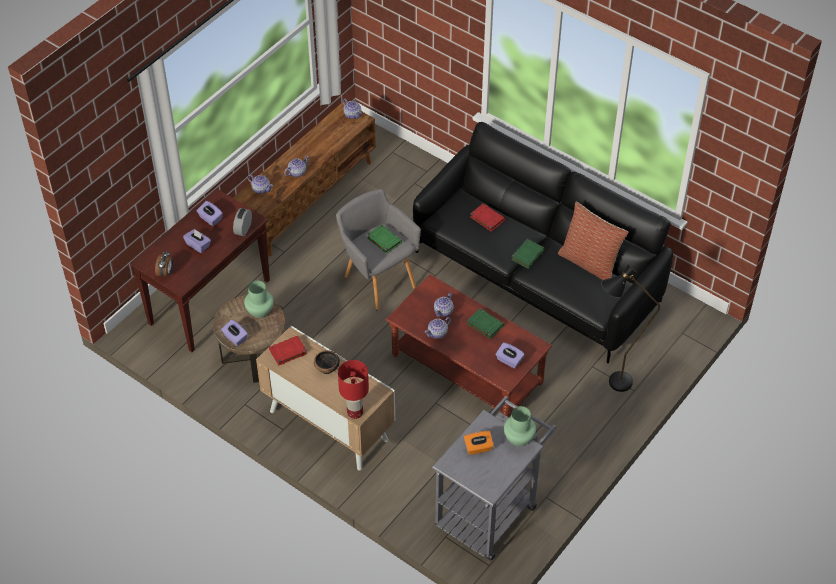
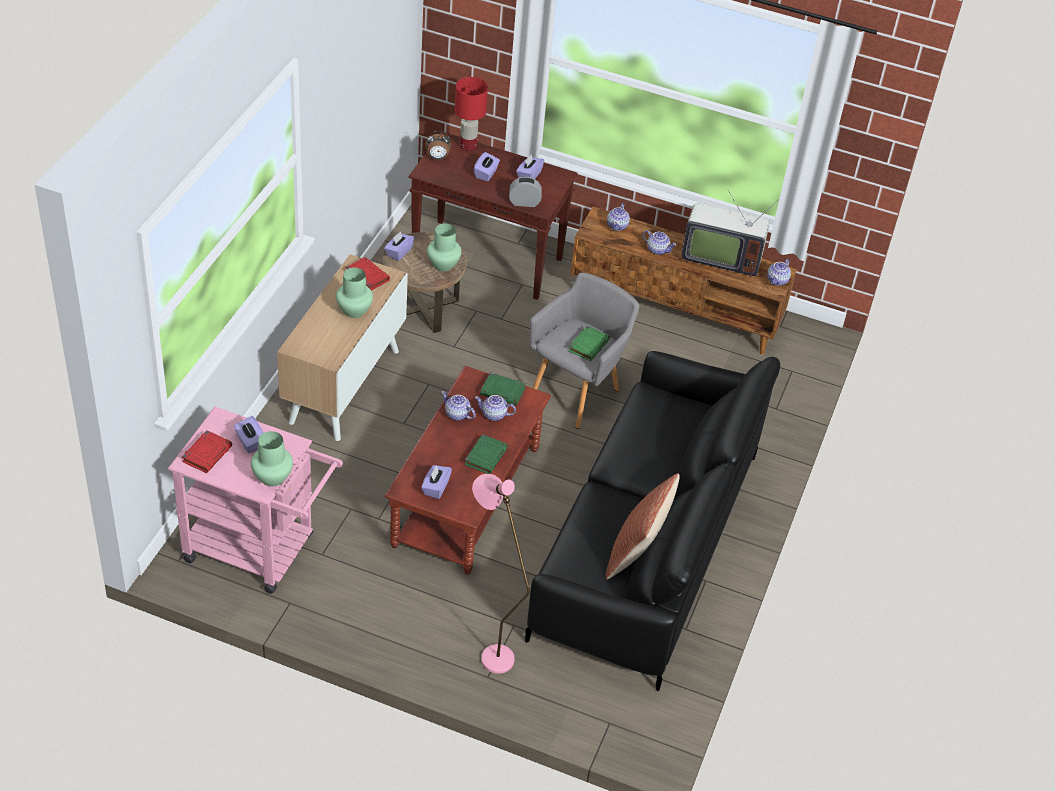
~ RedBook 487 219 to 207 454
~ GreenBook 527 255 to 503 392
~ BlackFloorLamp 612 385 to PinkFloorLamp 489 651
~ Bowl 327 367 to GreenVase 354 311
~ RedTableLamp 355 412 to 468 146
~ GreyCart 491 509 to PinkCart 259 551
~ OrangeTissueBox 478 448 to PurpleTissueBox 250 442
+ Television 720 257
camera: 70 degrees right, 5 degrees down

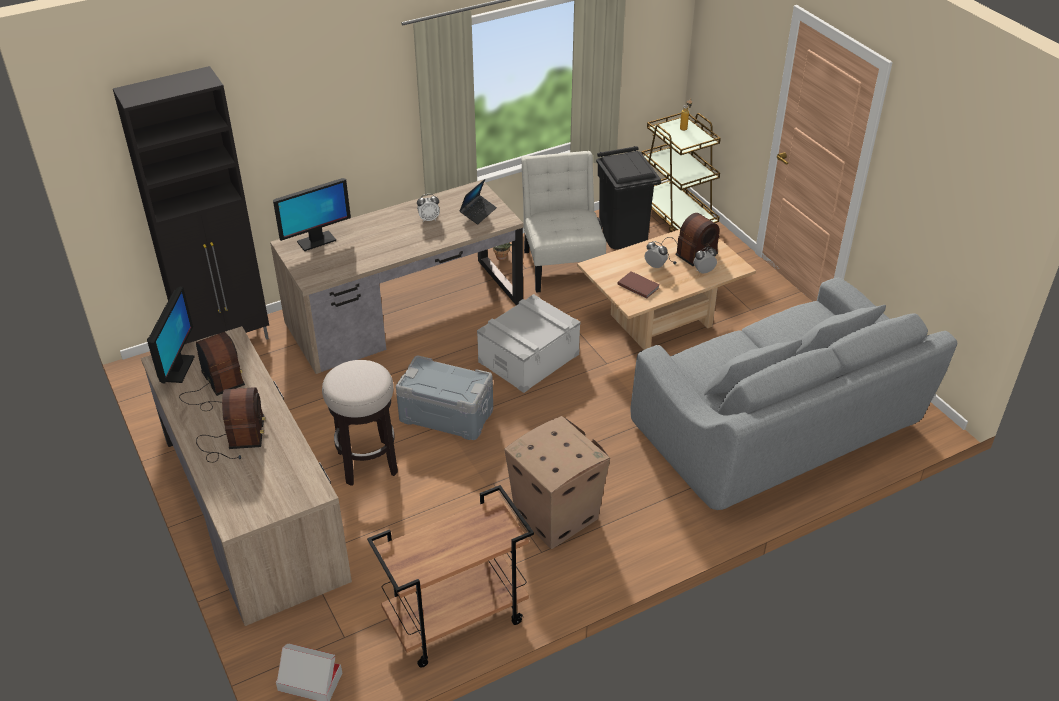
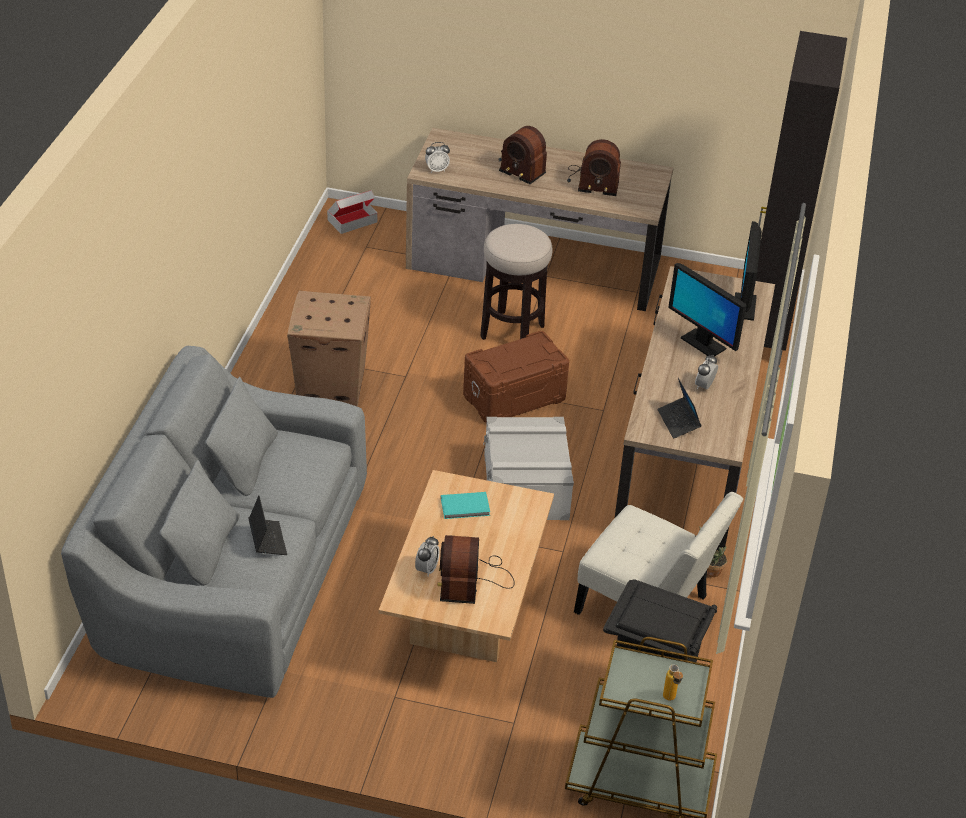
~ AlarmClock 655 266 to 437 170
~ BrownBook 638 285 to TurquoiseBook 466 507
~ Monitor 177 369 to 702 343
~ GreyStorageBox 446 415 to BrownStorageBox 513 397
- BrownCart 455 621
+ Laptop 267 540
camera: 130 degrees right, 0 degrees up

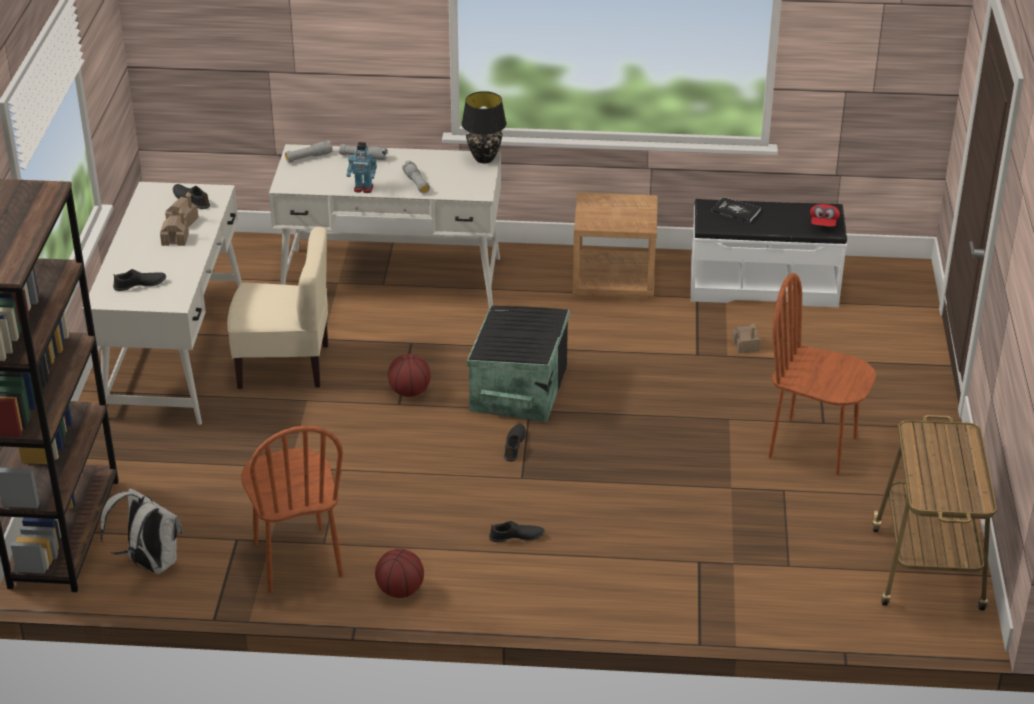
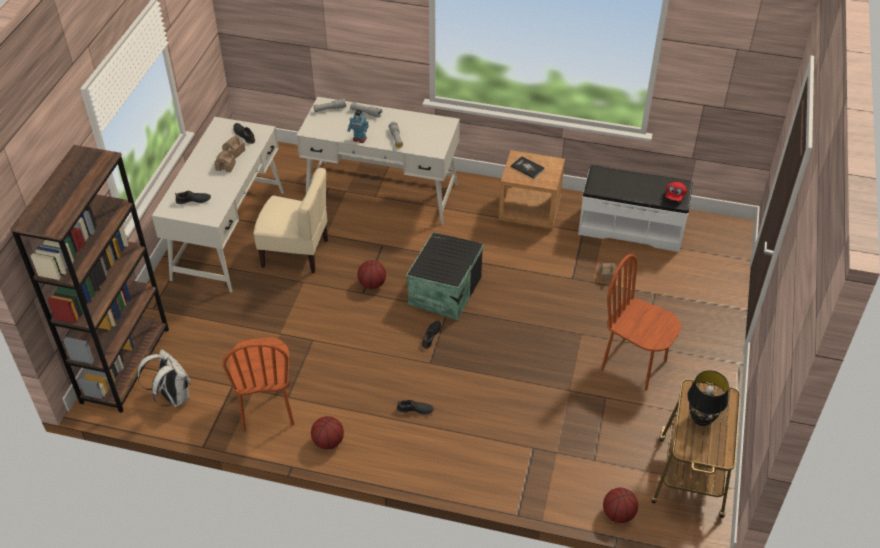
~ BlackTableLamp 484 158 to 701 419
~ Book 736 211 to 527 168
+ Basketball 618 514
camera: 10 degrees right, 10 degrees up

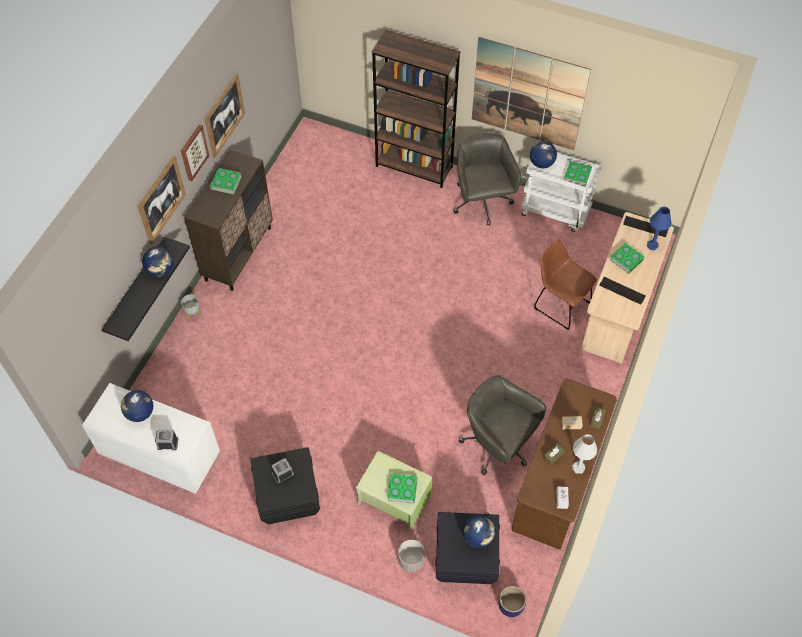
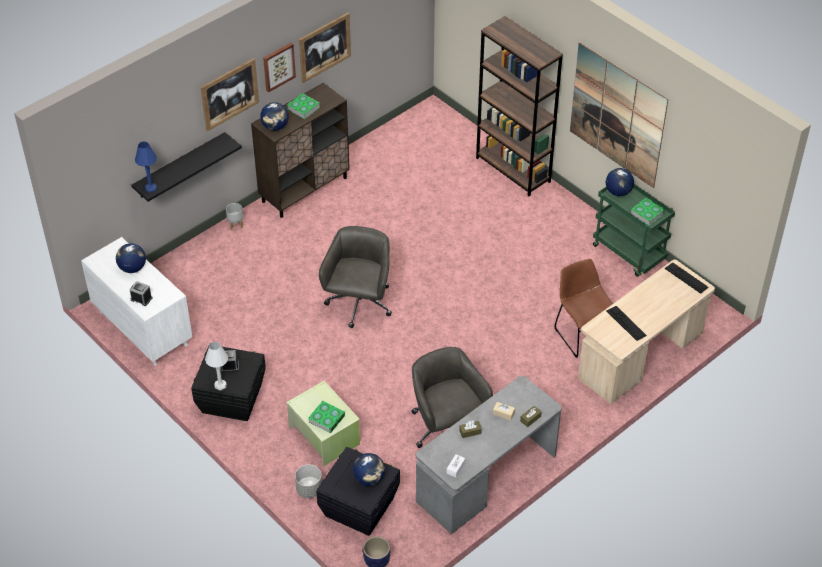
~ GreyOfficeChair 482 203 to 359 304
~ WhiteCart 555 212 to GreenCart 629 253
~ BlueTableLamp 652 245 to 151 188
- Book 626 260
~ Globe 161 270 to 275 127
~ BrownDesk 559 479 to GreyDesk 487 478
~ WhiteTableLamp 578 468 to 220 385
camera: 25 degrees right, 10 degrees down

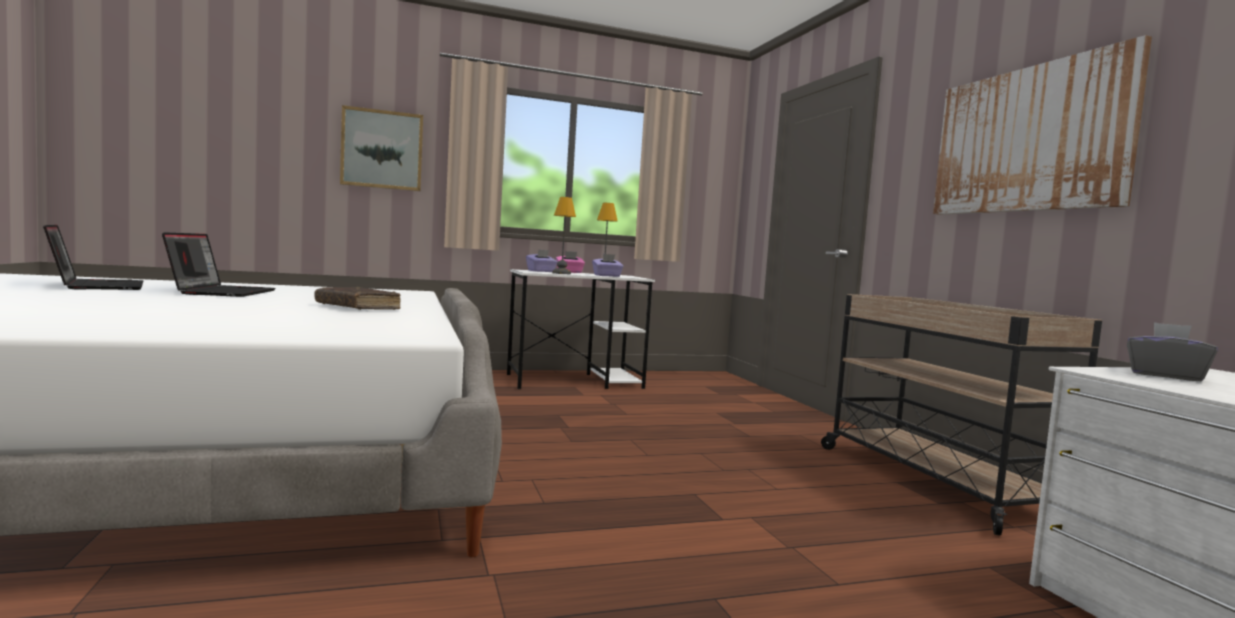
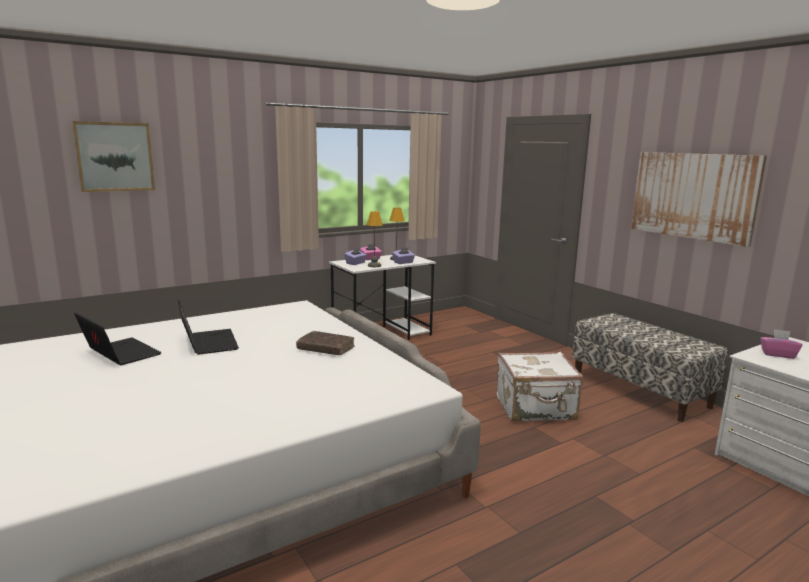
~ Picture 382 149 to 115 157
~ BeigeCart 934 481 to Bench 640 390
~ GreyTissueBox 1165 375 to PinkTissueBox 777 354
+ WhiteSuitcase 536 408
camera: 15 degrees left, 10 degrees up

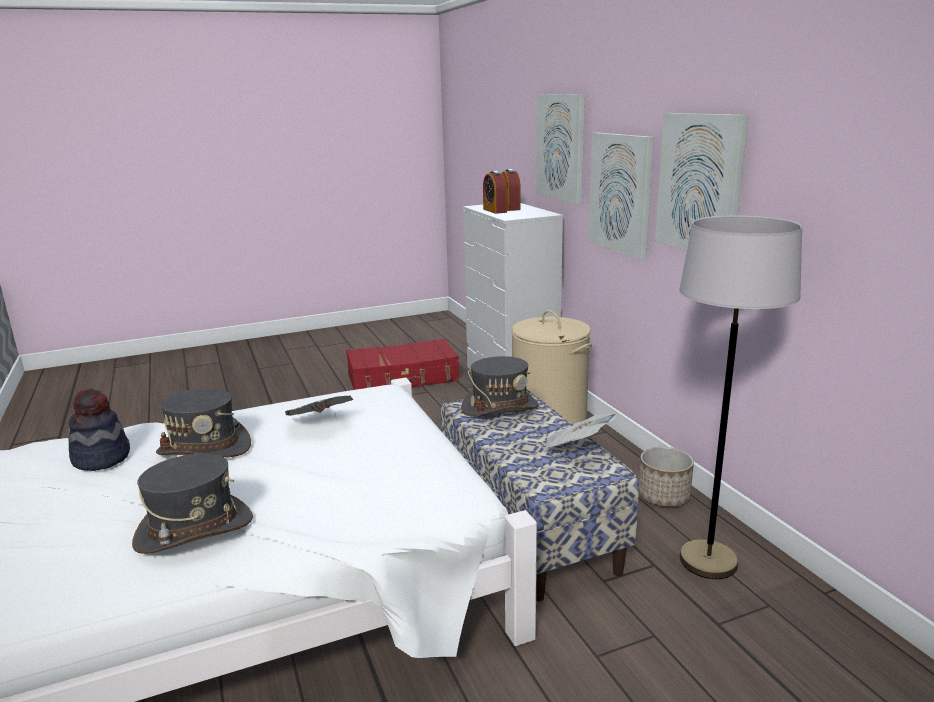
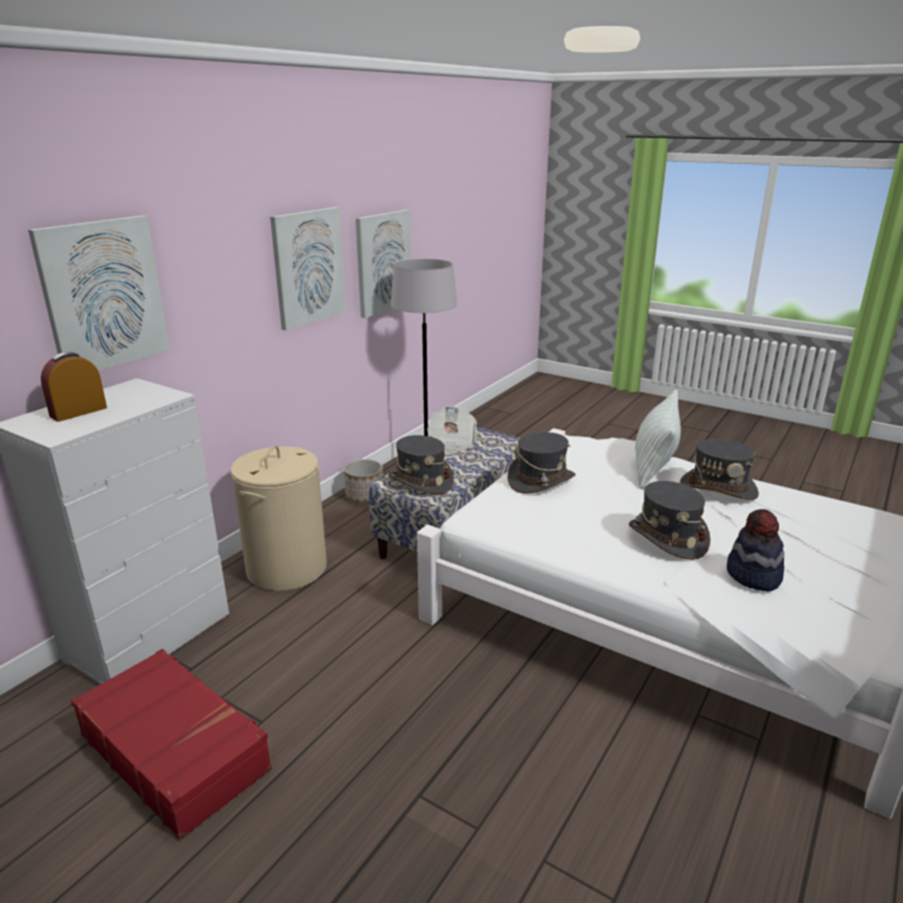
~ Picture 621 193 to 383 262
- AlarmClock 495 210
- Newspaper 320 423
+ Pillow 654 465
+ GreyHat 541 480
camera: 125 degrees left, 5 degrees up

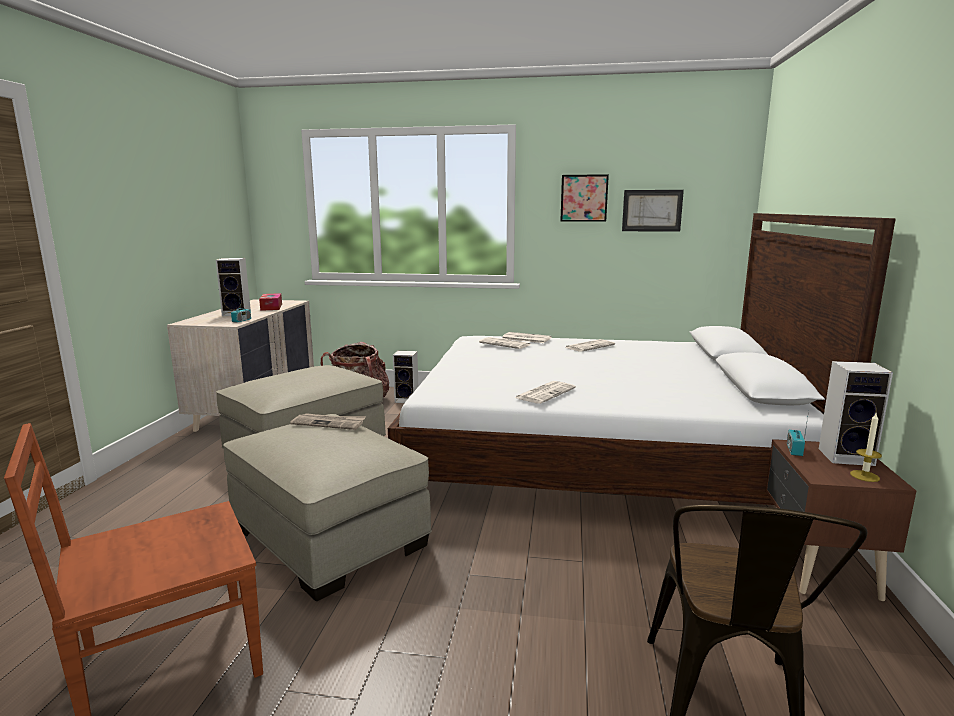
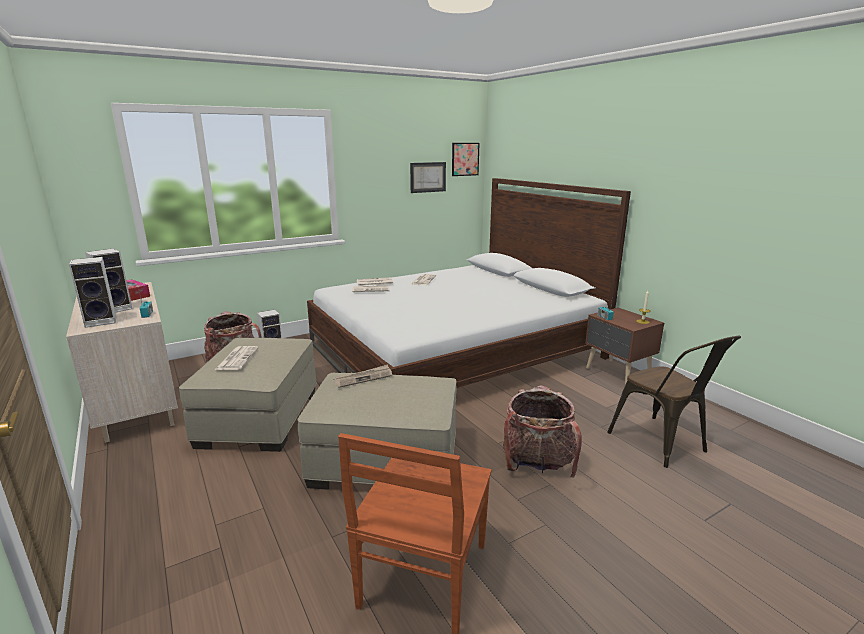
~ Picture 584 198 to 465 159
~ Speaker 847 456 to 102 321
~ Newspaper 545 393 to 237 358
+ Backpack 537 464
camera: 40 degrees left, 5 degrees up

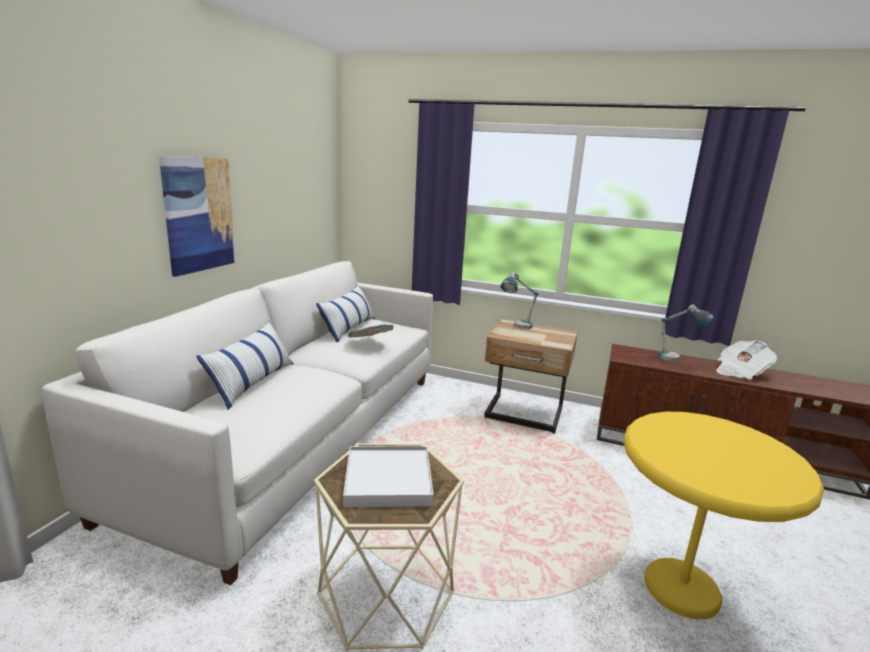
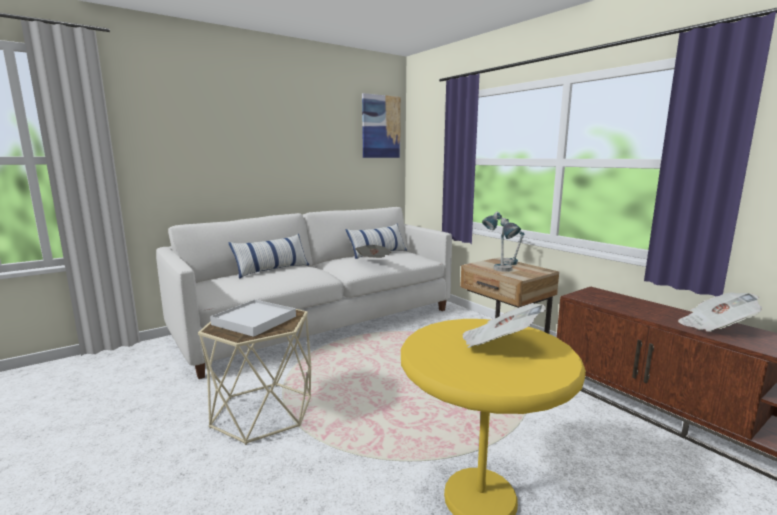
~ Picture 199 214 to 381 127
~ TableLamp 676 360 to 505 271
+ Newspaper 498 344
camera: 35 degrees right, 5 degrees down

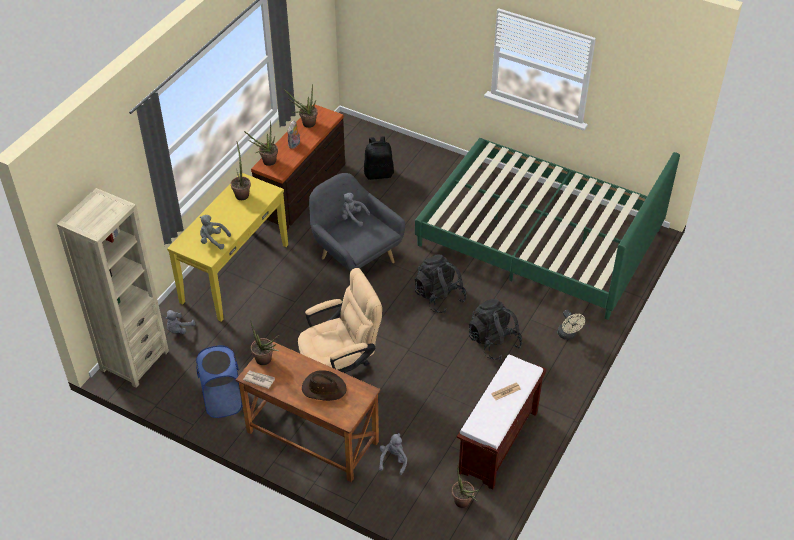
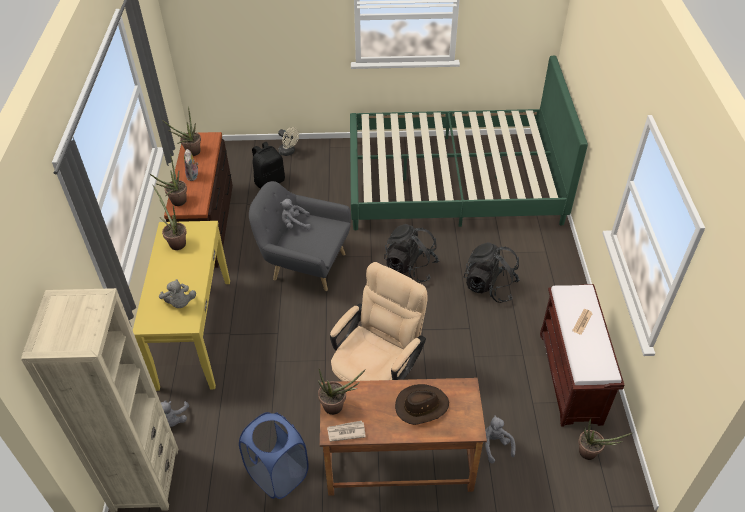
~ GreyPlushToy 213 240 = 179 303 105 degrees counterclockwise
~ BeigeFan 568 335 to 289 152
camera: 30 degrees left, 0 degrees up

